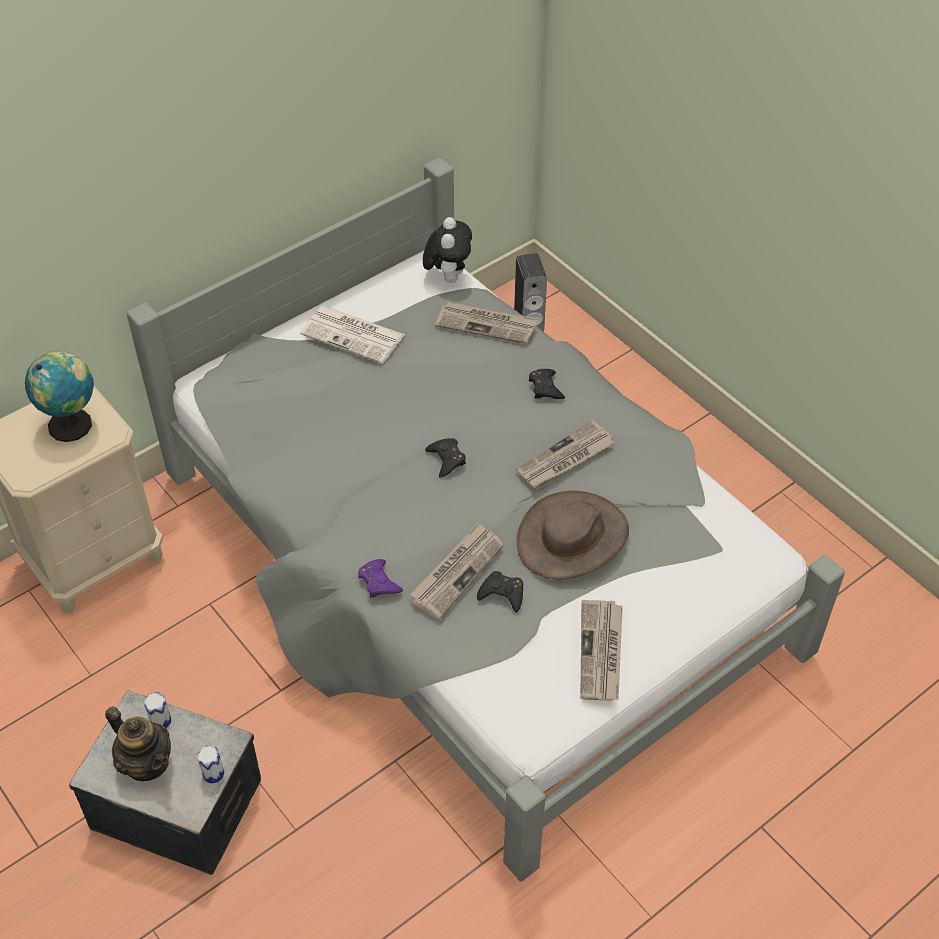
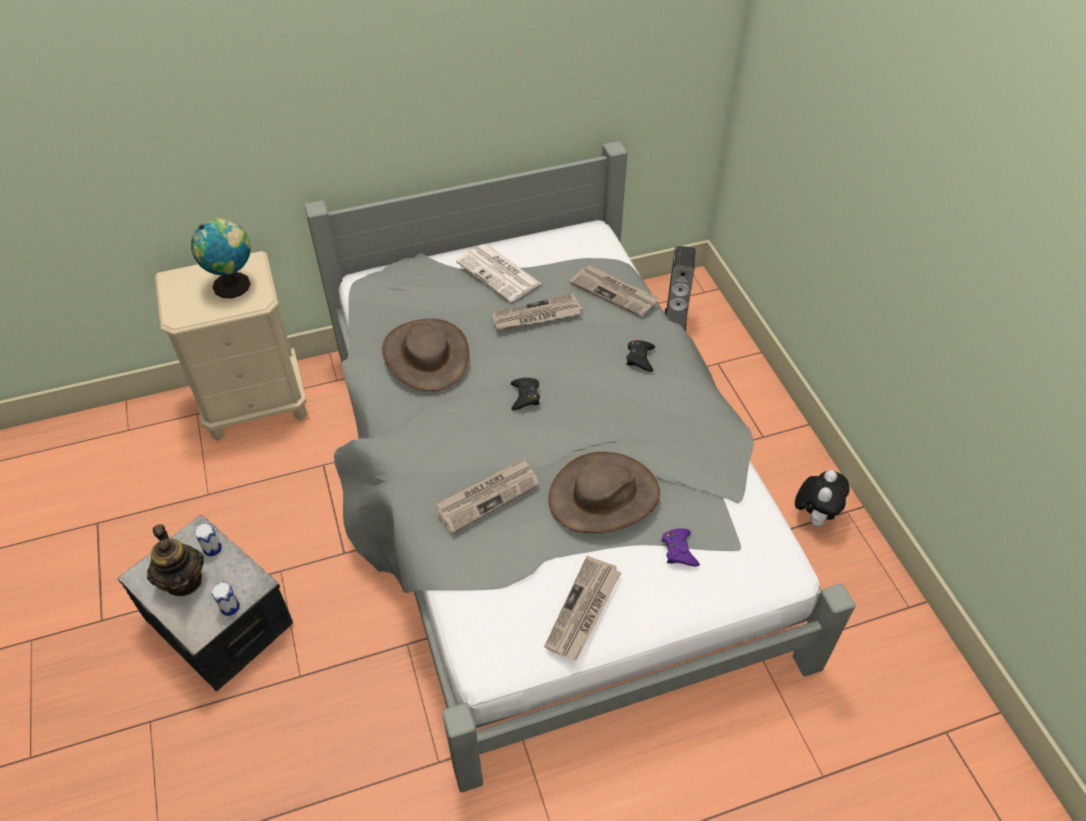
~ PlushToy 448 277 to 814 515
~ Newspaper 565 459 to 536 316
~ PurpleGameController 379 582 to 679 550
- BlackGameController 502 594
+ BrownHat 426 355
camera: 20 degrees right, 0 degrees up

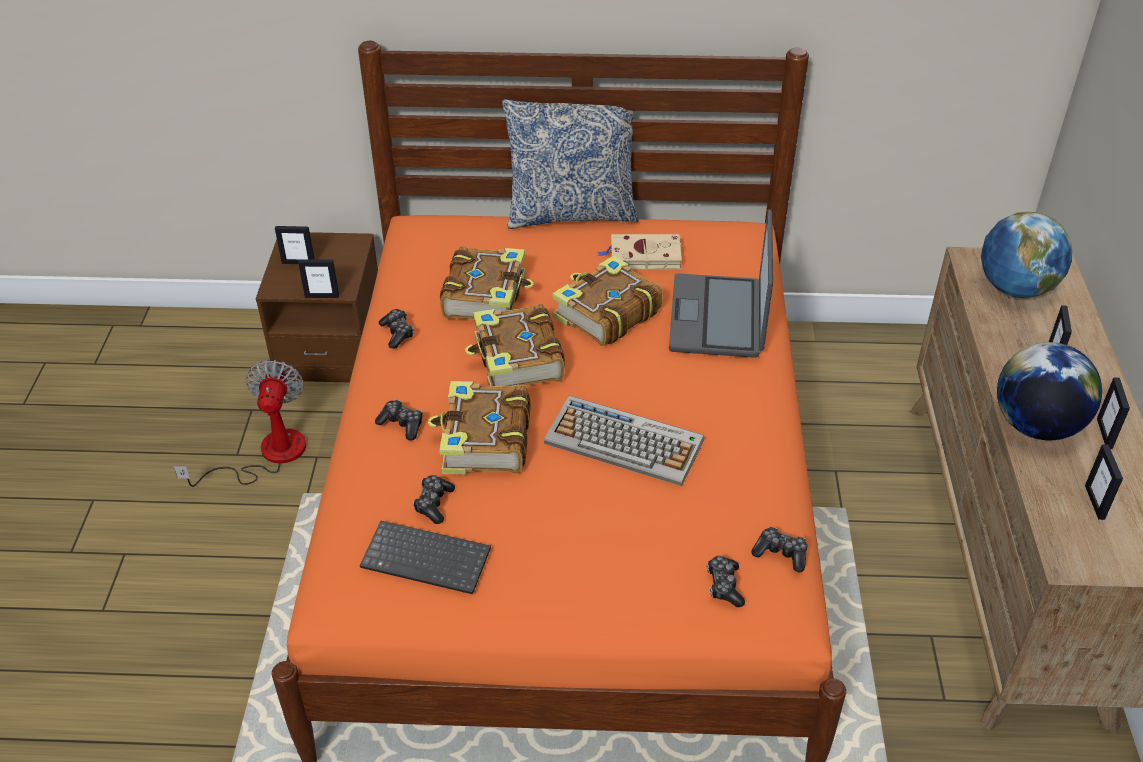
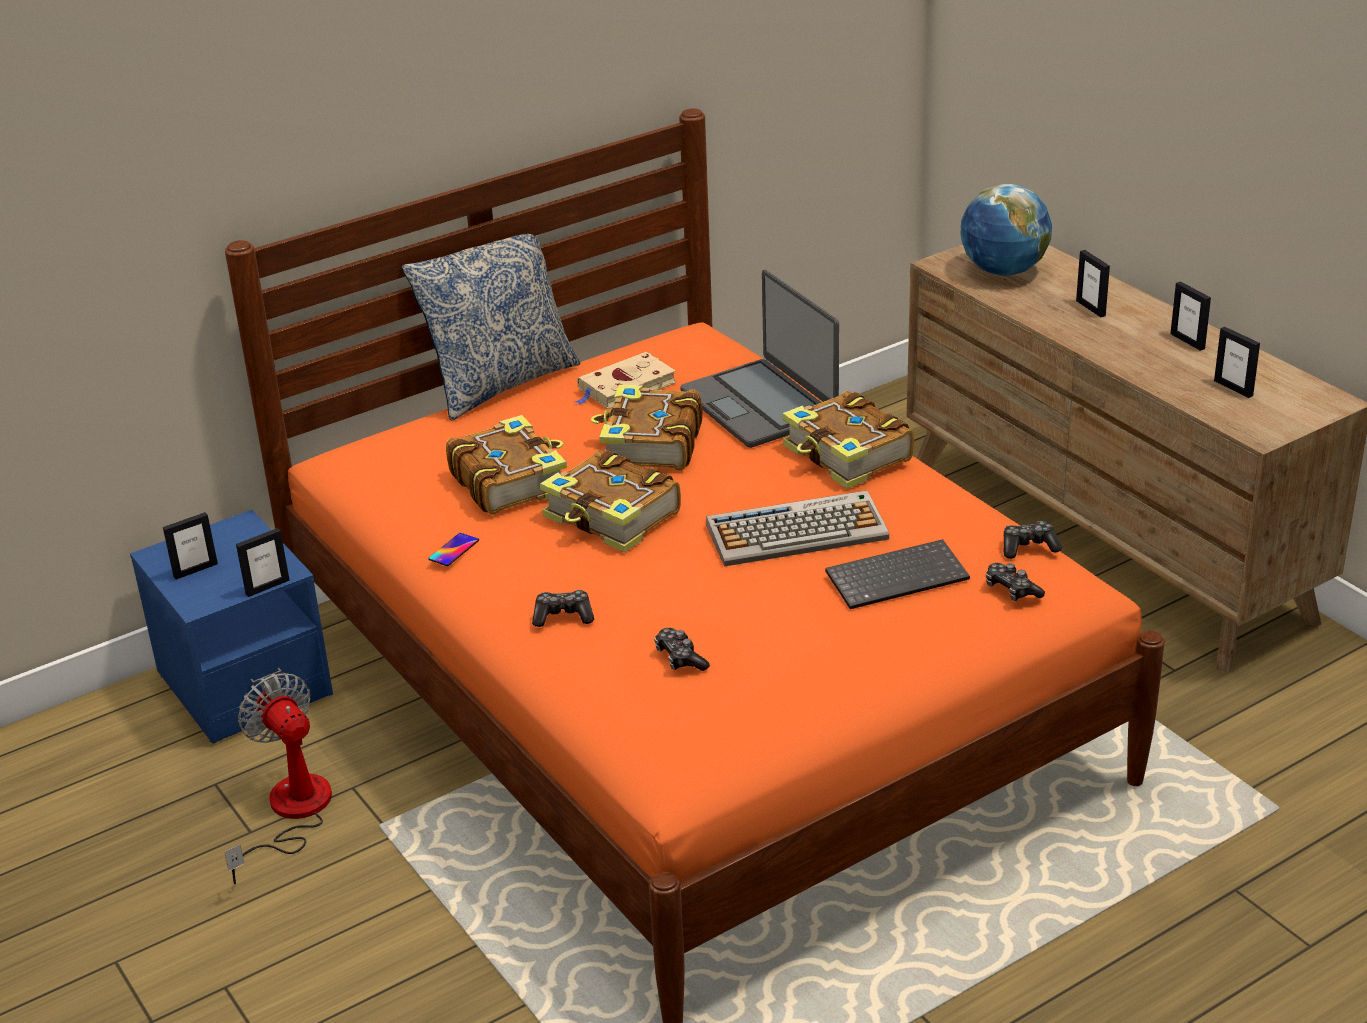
~ BrownNightstand 331 348 to BlueNightstand 244 684
~ GameController 397 333 to Phone 453 550
- Globe 1036 425
~ Book 484 441 to 847 456
~ Keyboard 428 558 to 897 576
camera: 35 degrees left, 10 degrees down

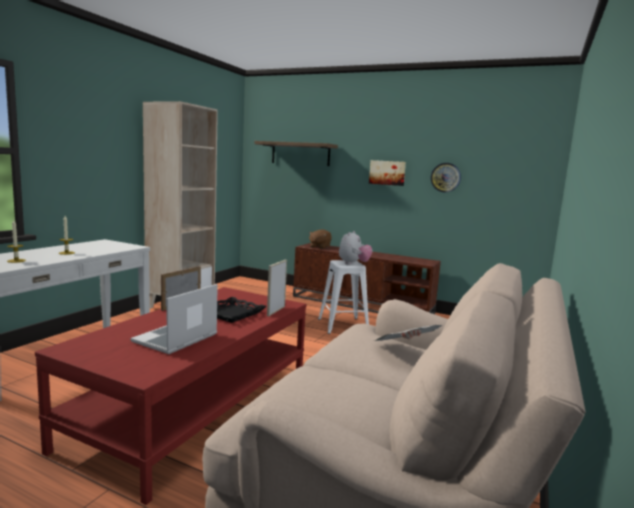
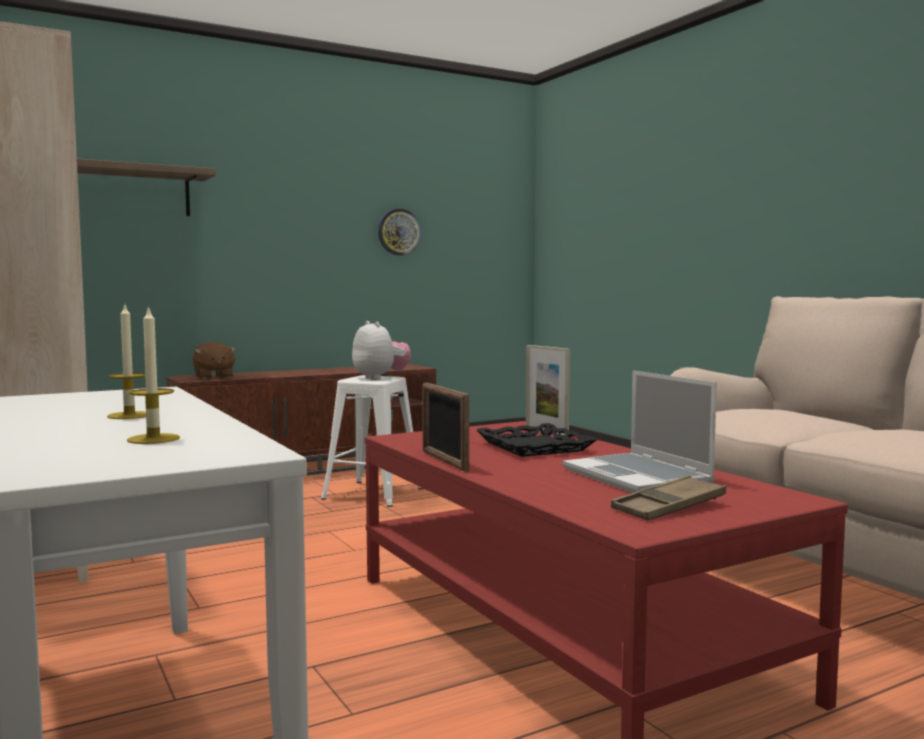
- Picture 387 172
- Newspaper 405 350
+ BrownTray 669 507
camera: 55 degrees left, 5 degrees down

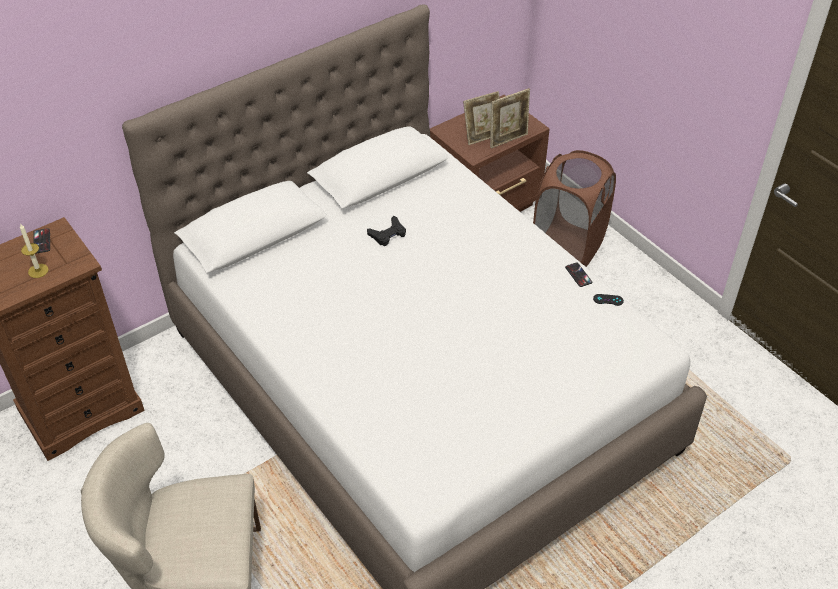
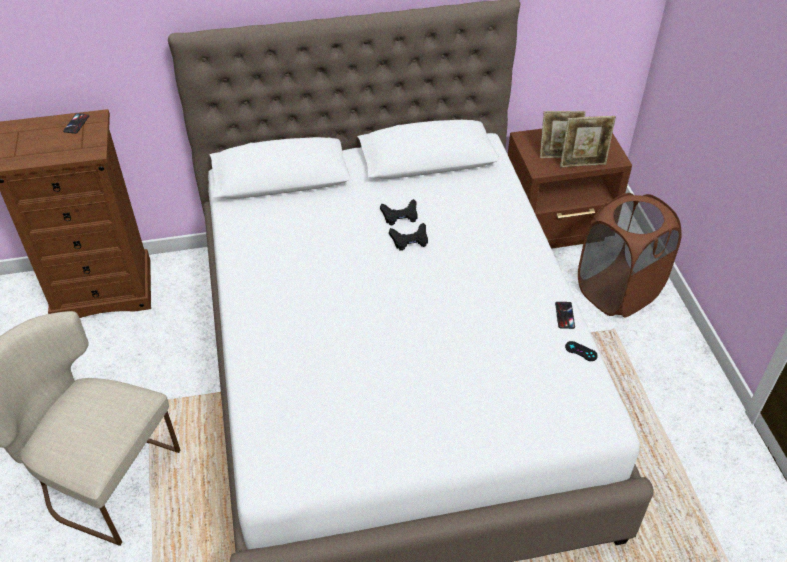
- Candle 38 271
+ BlackGameController 410 240
camera: 25 degrees right, 0 degrees up

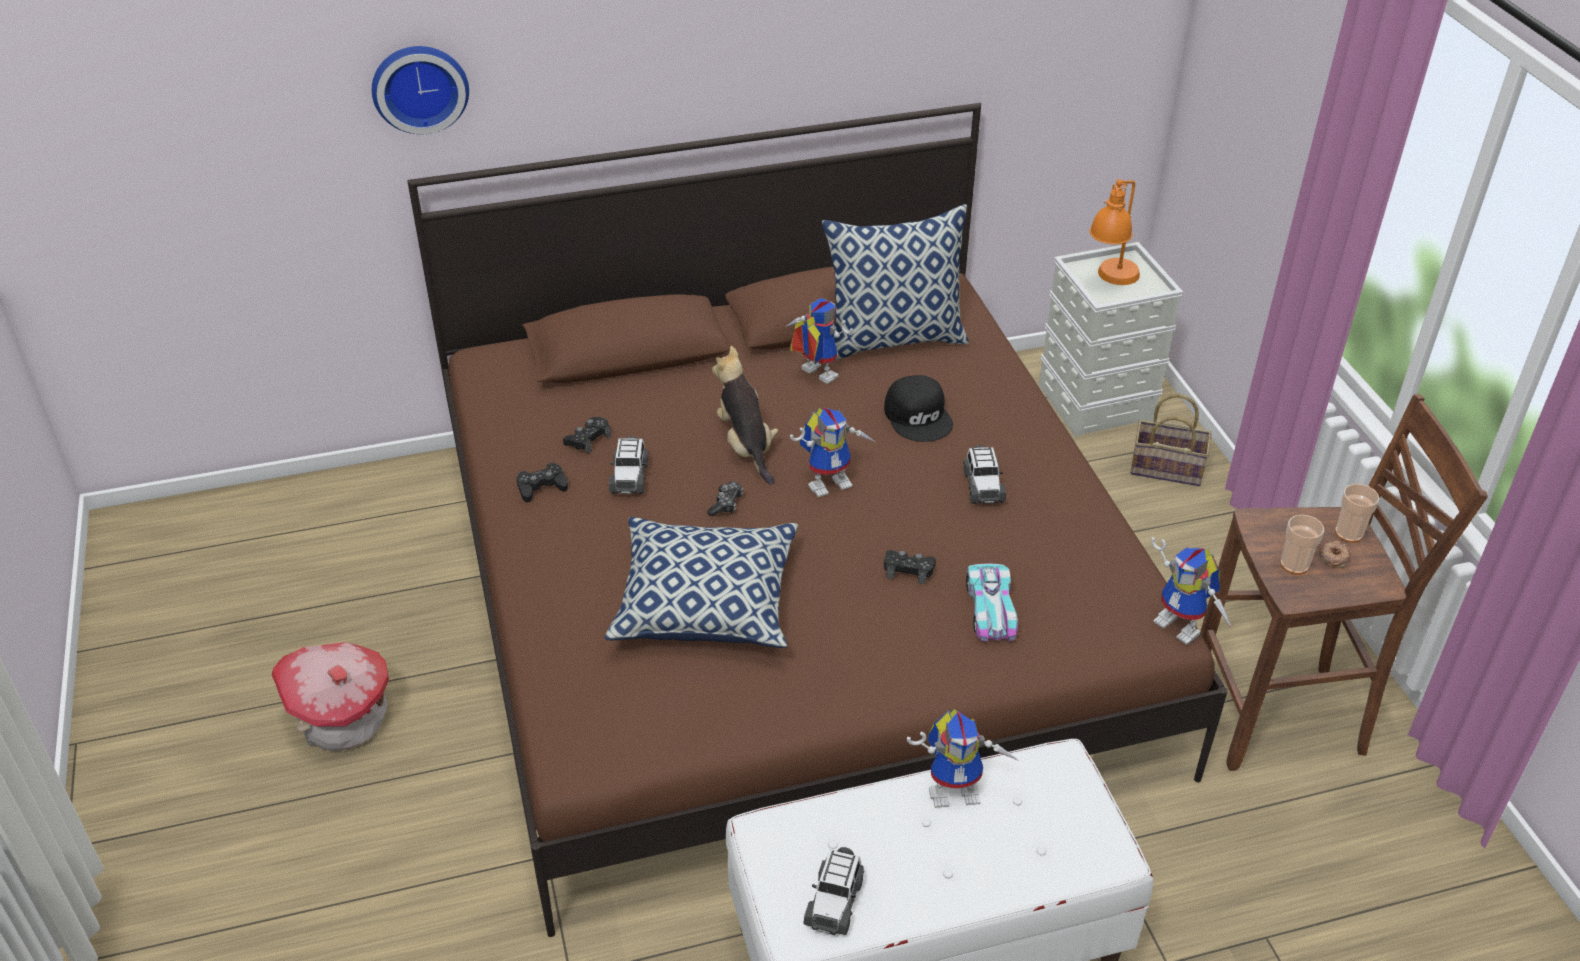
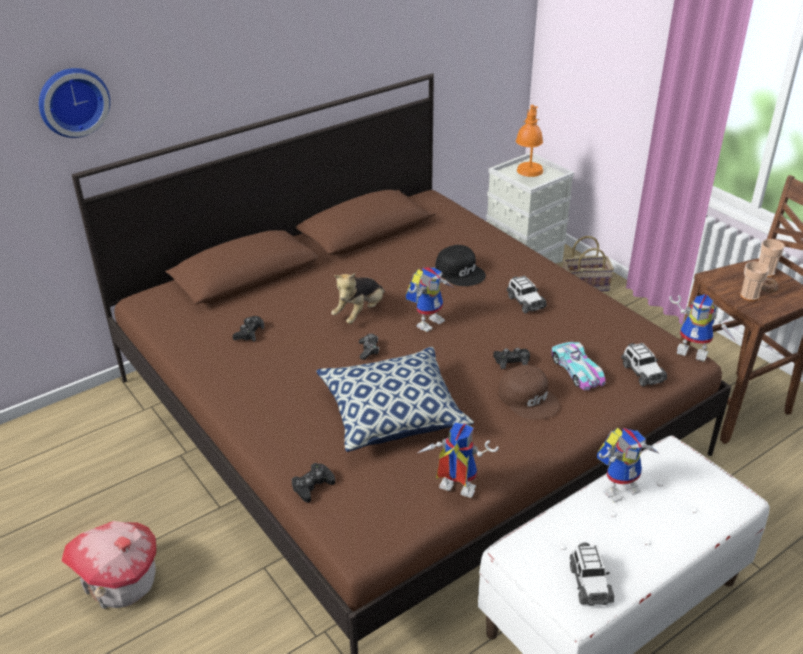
- Pillow 894 338
~ ToyRobot 813 374 to 452 491
~ PlushToy 746 446 = 360 313 105 degrees counterclockwise
~ ToyCar 629 477 to 642 372
~ BlackGameController 542 487 to 312 486
+ BrownCap 529 398
camera: 20 degrees left, 5 degrees down

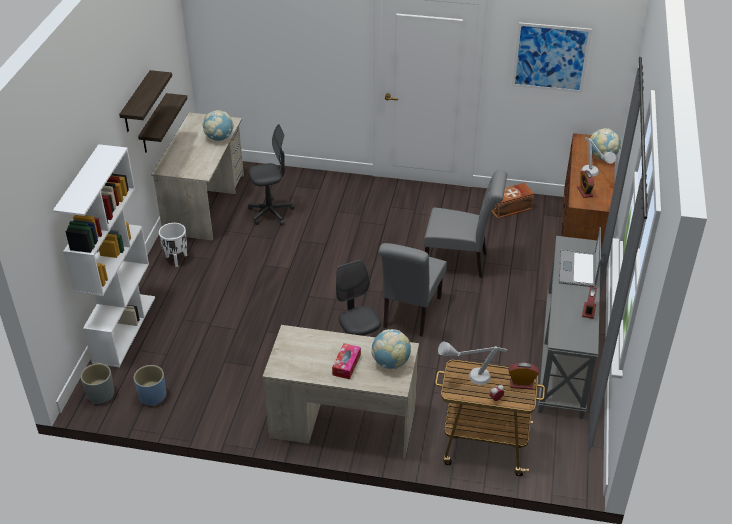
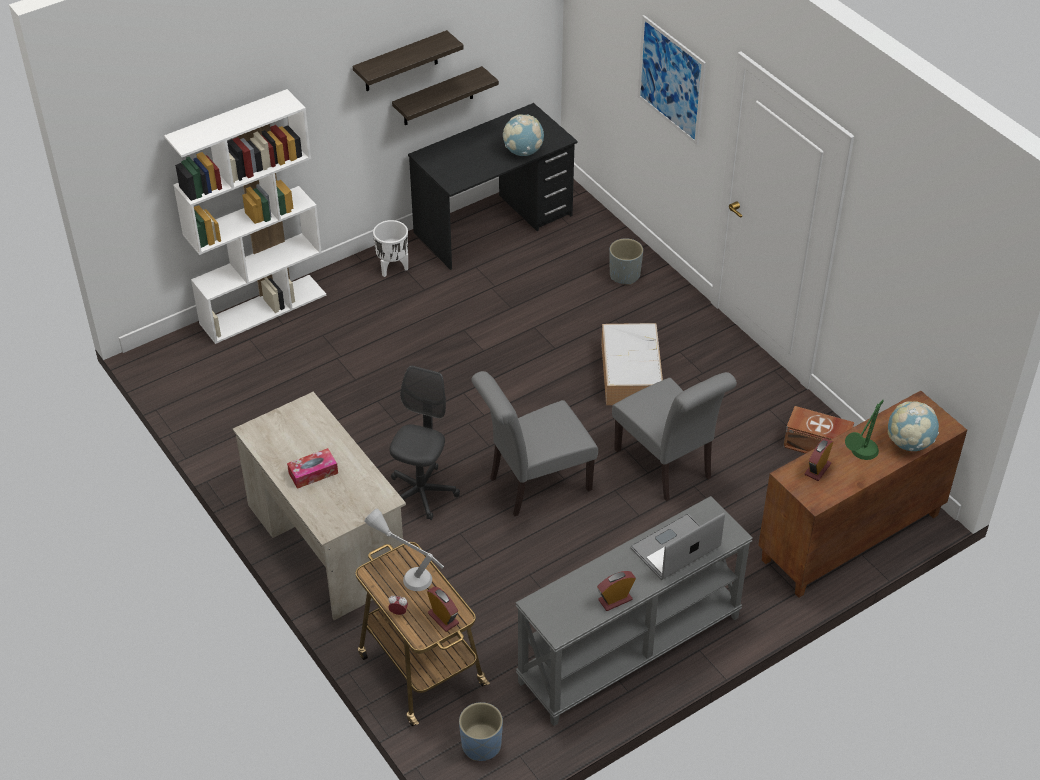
~ Picture 550 57 to 671 80
~ BeigeDesk 205 204 to BlackDesk 493 224
- GreyOfficeChair 270 213
~ GreyTableLamp 593 176 to GreenTableLamp 859 458
- Globe 390 362
~ GreyPlanter 100 394 to 624 275
~ BluePlanter 152 396 to 481 745
+ StorageBox 630 372
camera: 45 degrees right, 5 degrees up

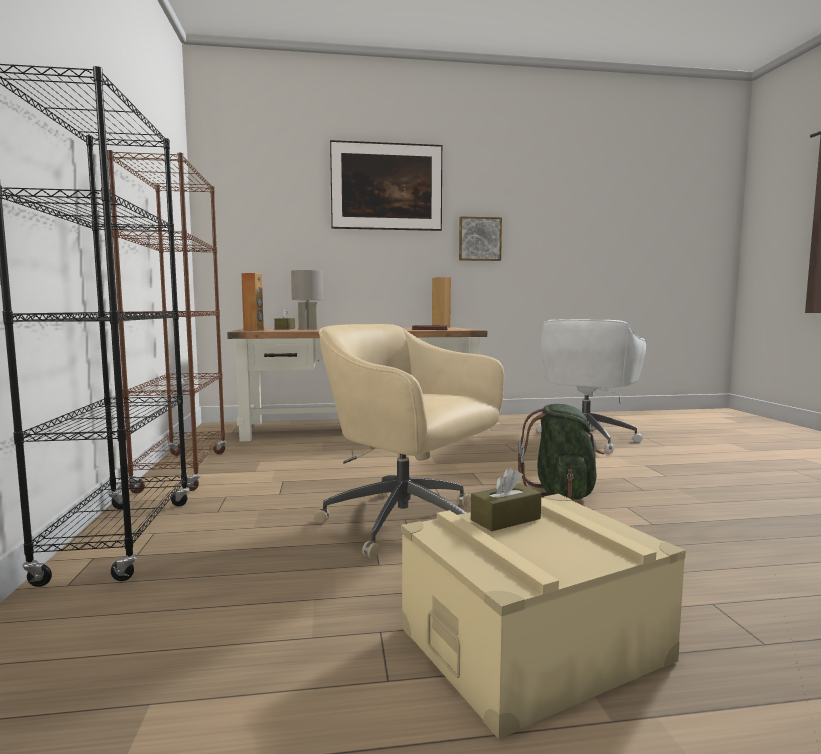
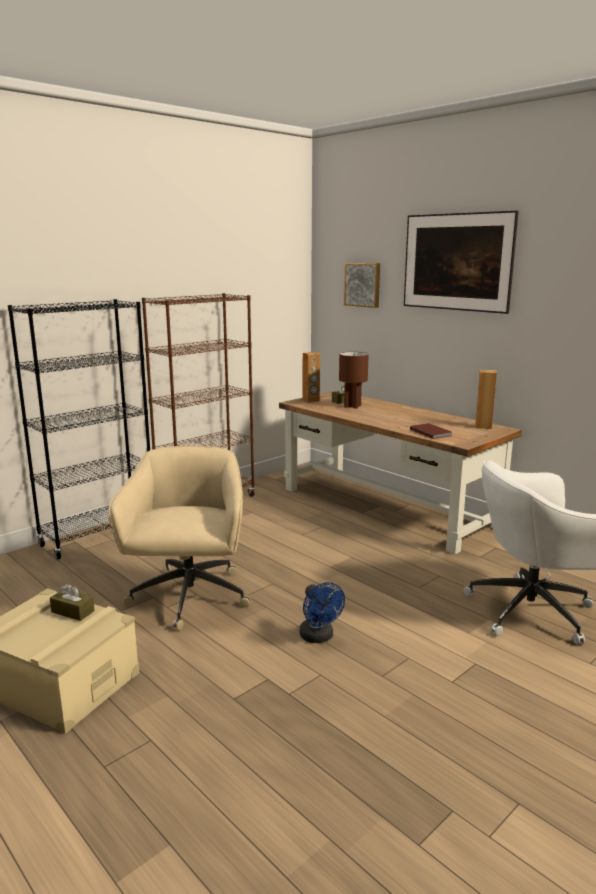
~ Picture 479 239 to 363 284
~ GreyTableLamp 307 329 to BrownTableLamp 352 406
~ GreenBackpack 561 493 to BlueFan 319 637
camera: 55 degrees right, 10 degrees up

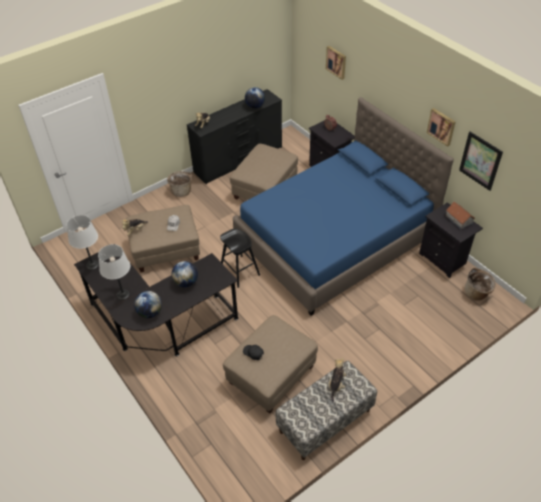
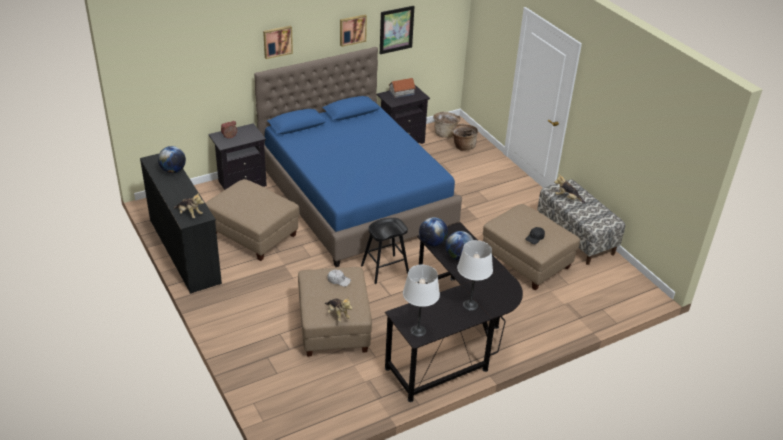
~ Picture 336 62 to 277 41
~ Basket 181 191 to 463 146
~ Globe 150 312 to 432 243
camera: 85 degrees left, 10 degrees down

